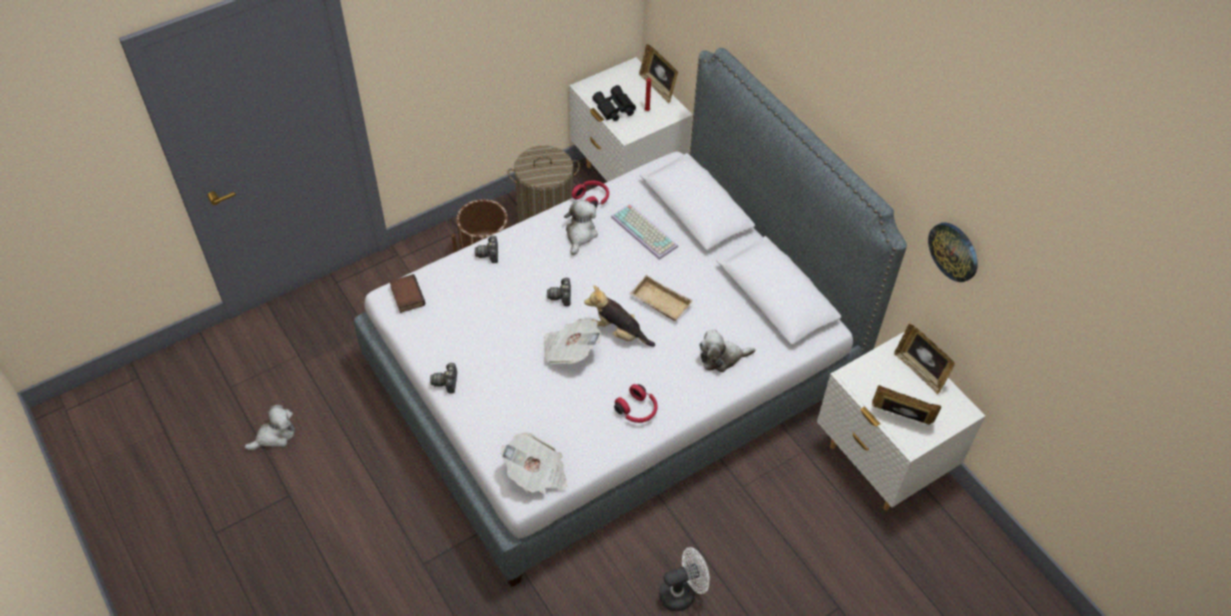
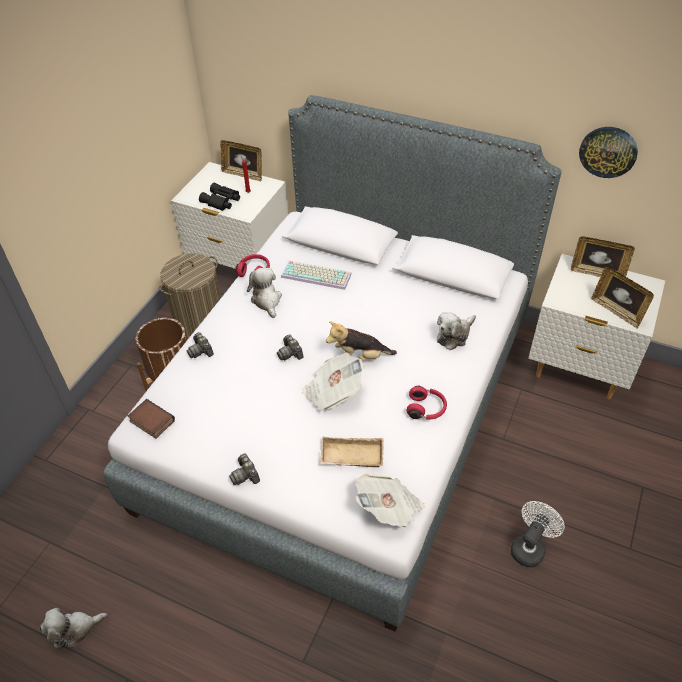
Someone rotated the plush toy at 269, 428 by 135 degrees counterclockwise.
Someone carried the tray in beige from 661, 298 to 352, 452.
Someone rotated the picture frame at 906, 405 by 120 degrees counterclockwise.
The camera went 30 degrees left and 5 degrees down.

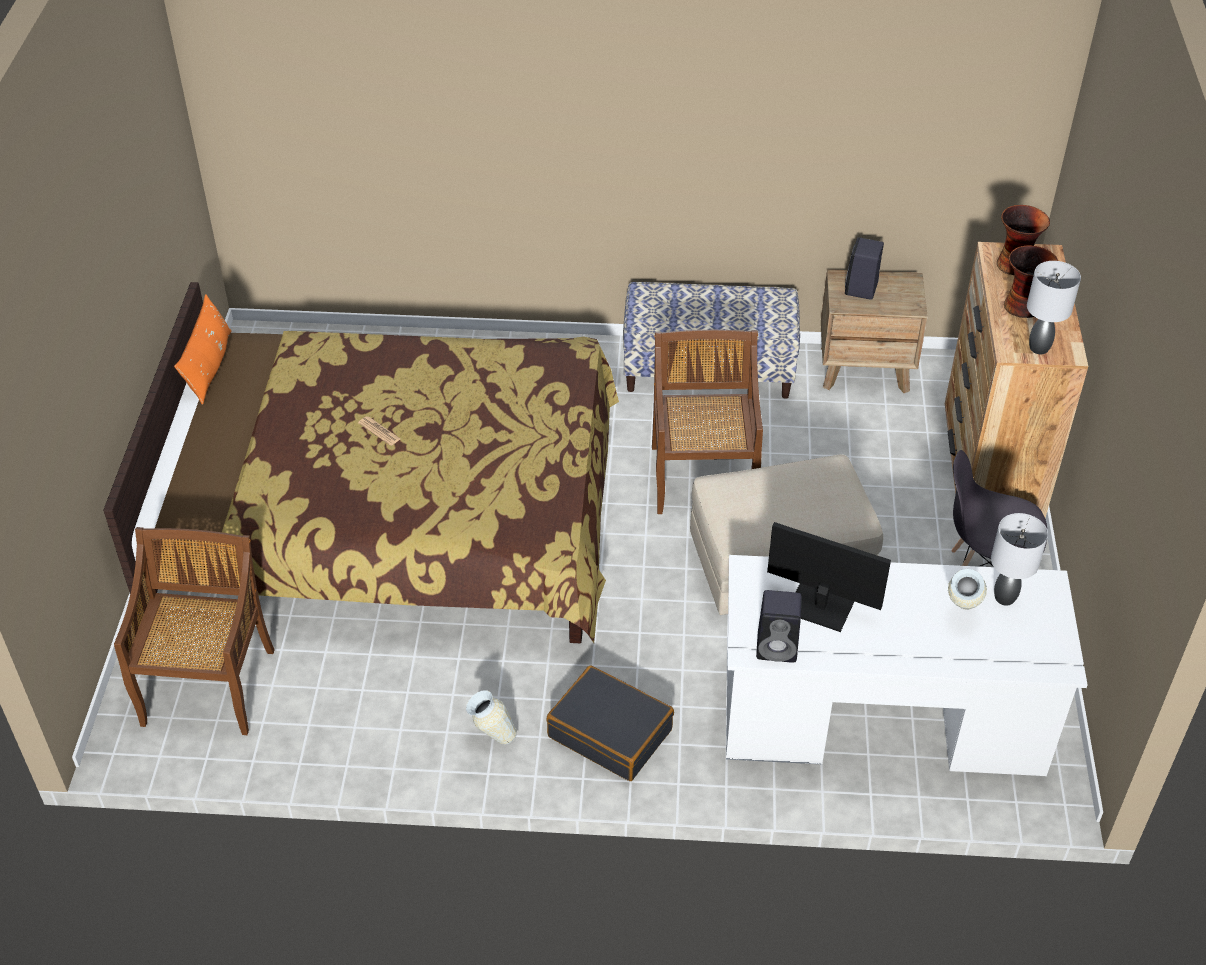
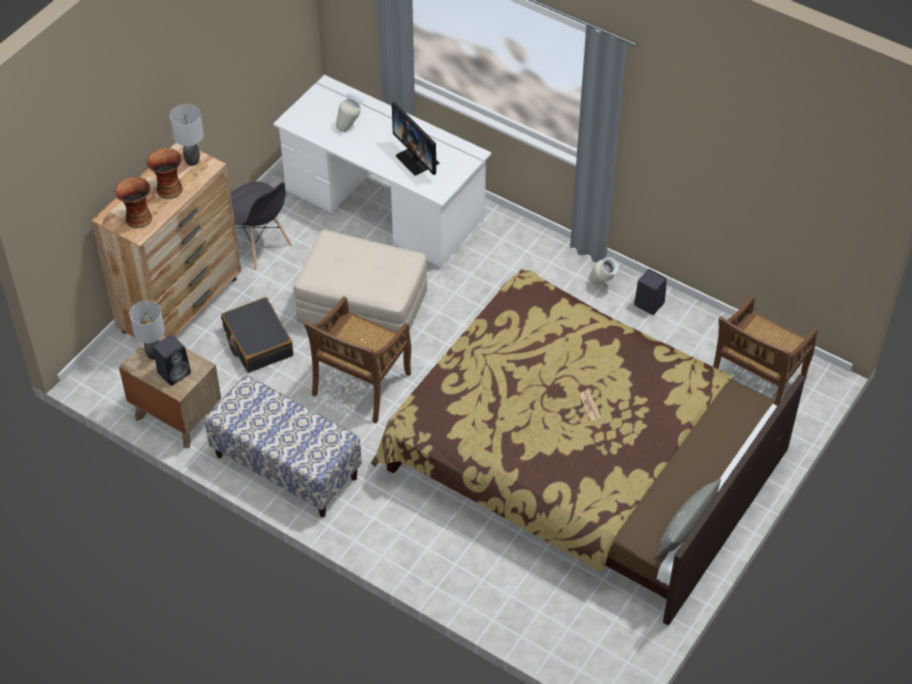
Someone repainted the pillow in orange at 202, 349, which became the pillow in grey at 688, 518.
Someone carried the suitcase in black from 610, 723 to 257, 335.
Someone carried the speaker in black from 778, 626 to 650, 292.
Someone carried the table lamp in grey from 1019, 559 to 147, 330.
The camera went 150 degrees left and 5 degrees up.

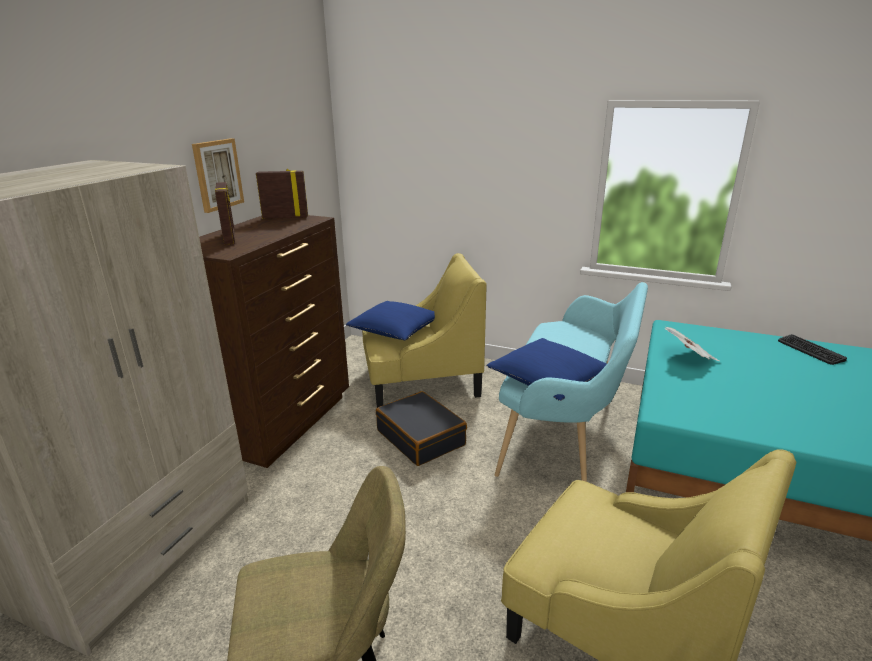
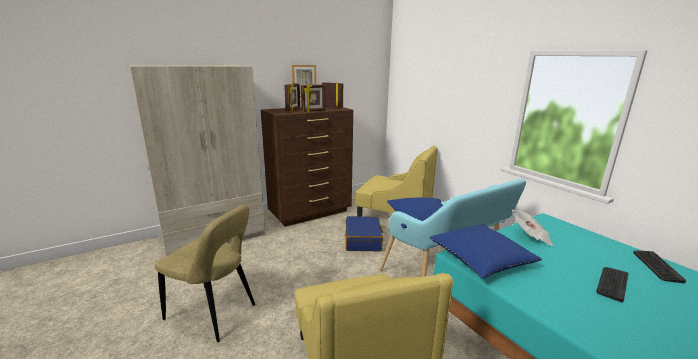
Someone carried the pillow in blue from 390, 320 to 485, 251.
Someone repainted the suitcase in black at 421, 428, which became the suitcase in blue at 364, 234.
Someone put down the picture frame at 313, 98.
Someone put down the keyboard at 612, 284.
The camera went 35 degrees right and 5 degrees down.

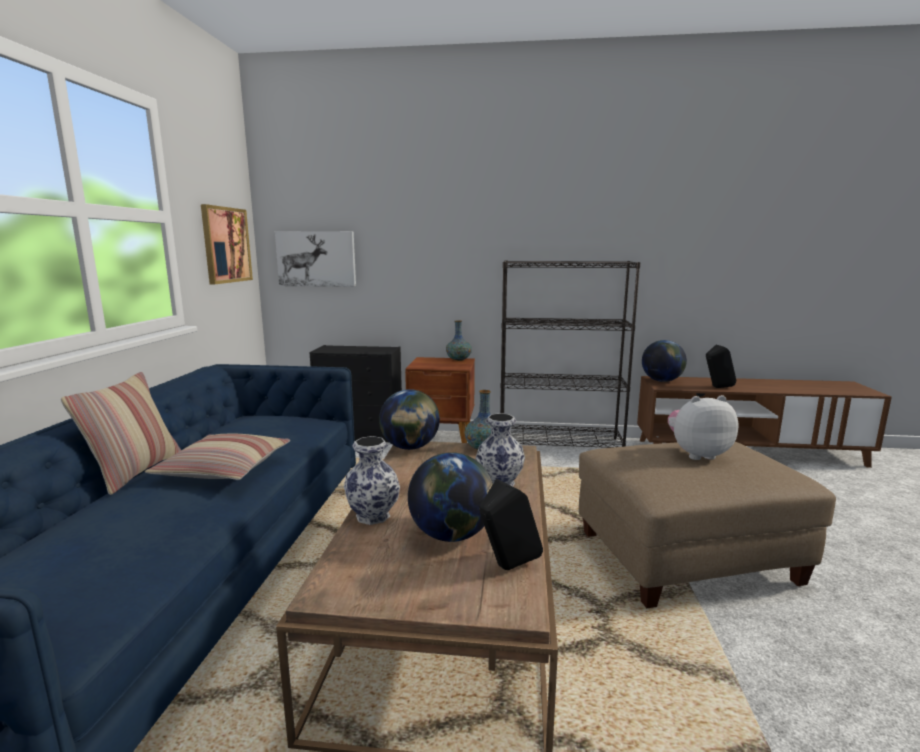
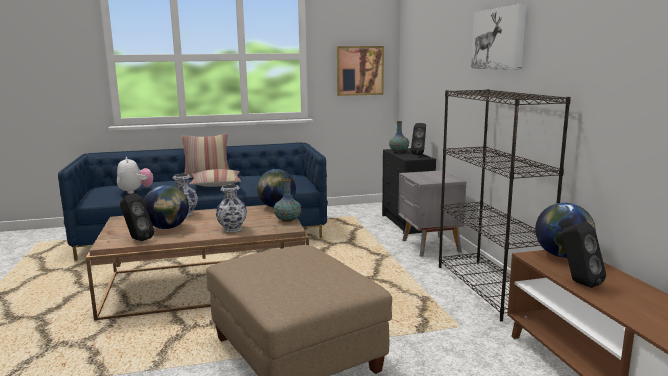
Someone carried the picture from 315, 259 to 498, 36.
Someone repainted the nightstand in brown at 440, 400, which became the nightstand in grey at 432, 213.
Someone carried the vase from 459, 340 to 399, 136.
Someone carried the plush toy from 703, 427 to 135, 175.
Someone put down the speaker in black at 418, 139.
The camera went 70 degrees right and 0 degrees up.

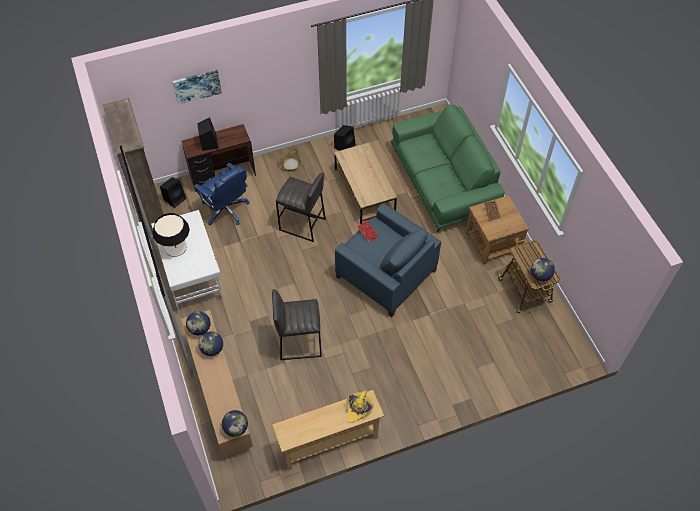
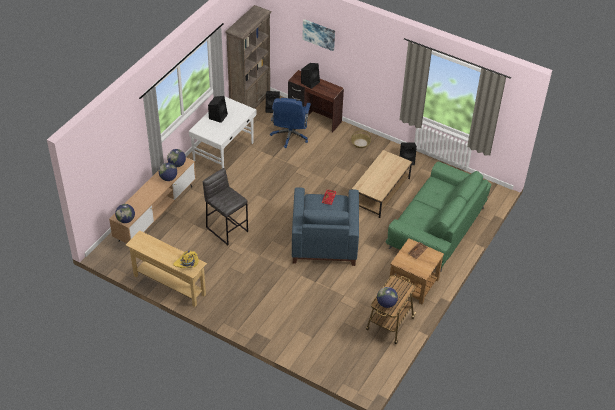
Someone swapped the table lamp at 171, 235 for the speaker in black at 218, 109.
Someone took away the stool in grey at 301, 207.
The camera went 50 degrees right and 10 degrees down.

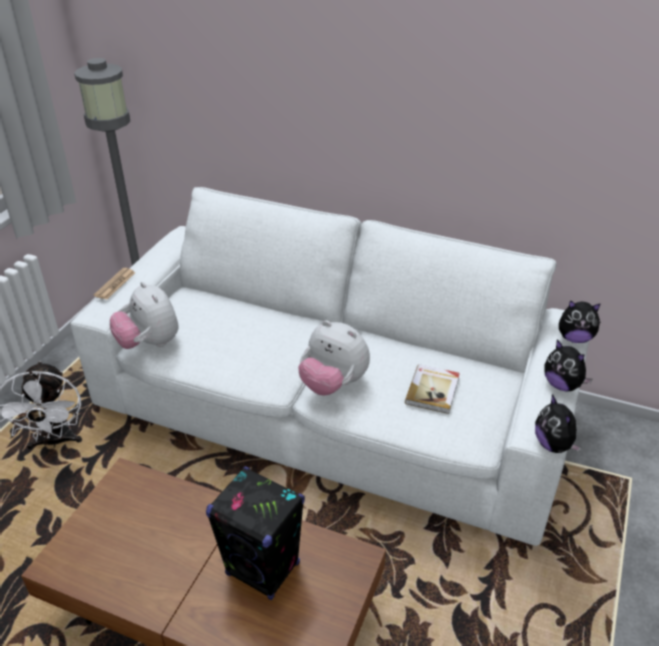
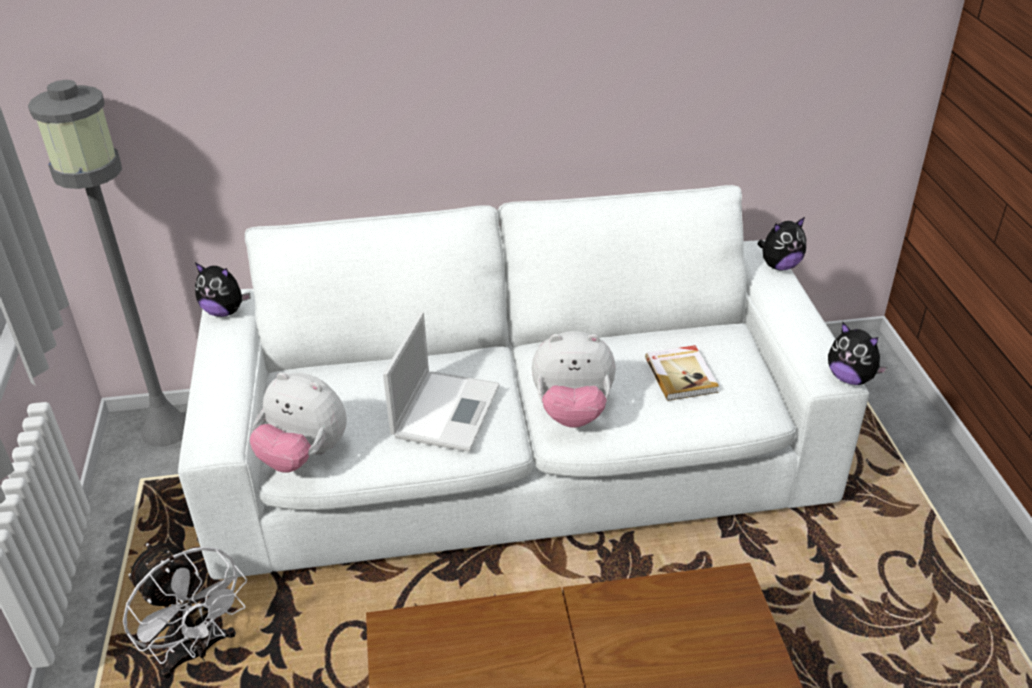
Someone took away the newspaper at 115, 283.
Someone took away the speaker in black at 255, 533.
Someone carried the plush toy from 568, 365 to 222, 290.
Someone put down the laptop at 441, 382.
The camera went 30 degrees left and 0 degrees up.

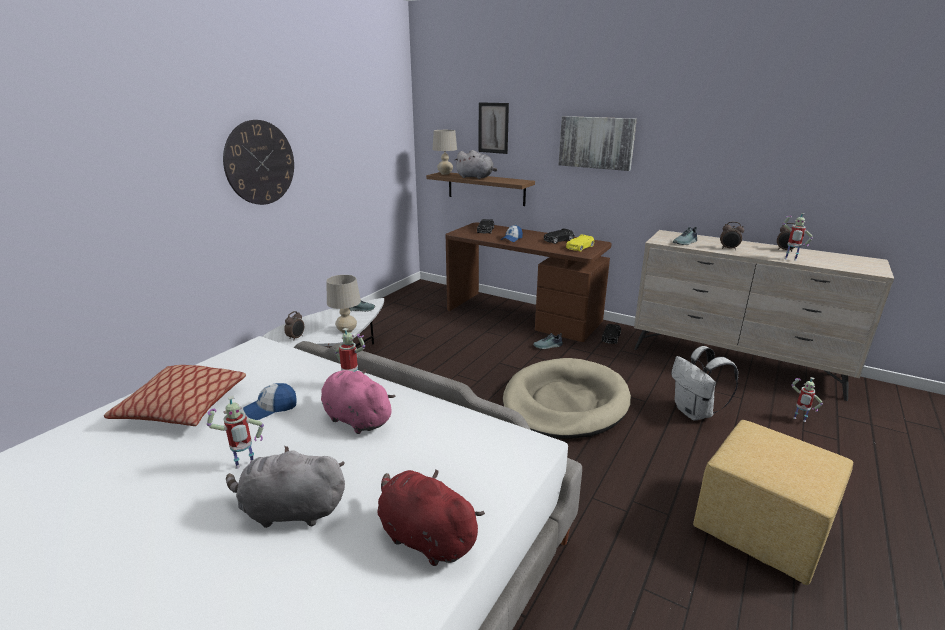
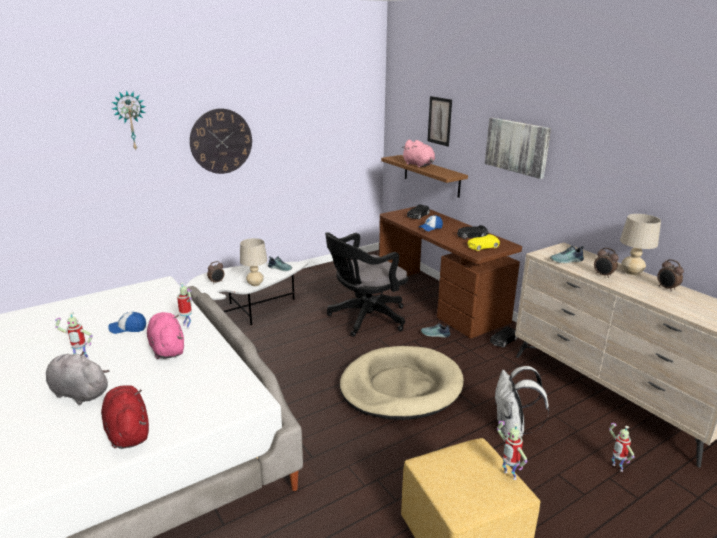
Someone took away the pillow at 175, 395.
Someone carried the table lamp in beige from 444, 152 to 640, 244.
Someone repainted the plush toy in grey at 476, 164, which became the plush toy in pink at 418, 153.
Someone carried the toy robot from 798, 237 to 512, 450.
Someone put up the wall clock at 129, 120.
Someone put down the office chair in black at 366, 284.
The camera went 25 degrees right and 0 degrees up.

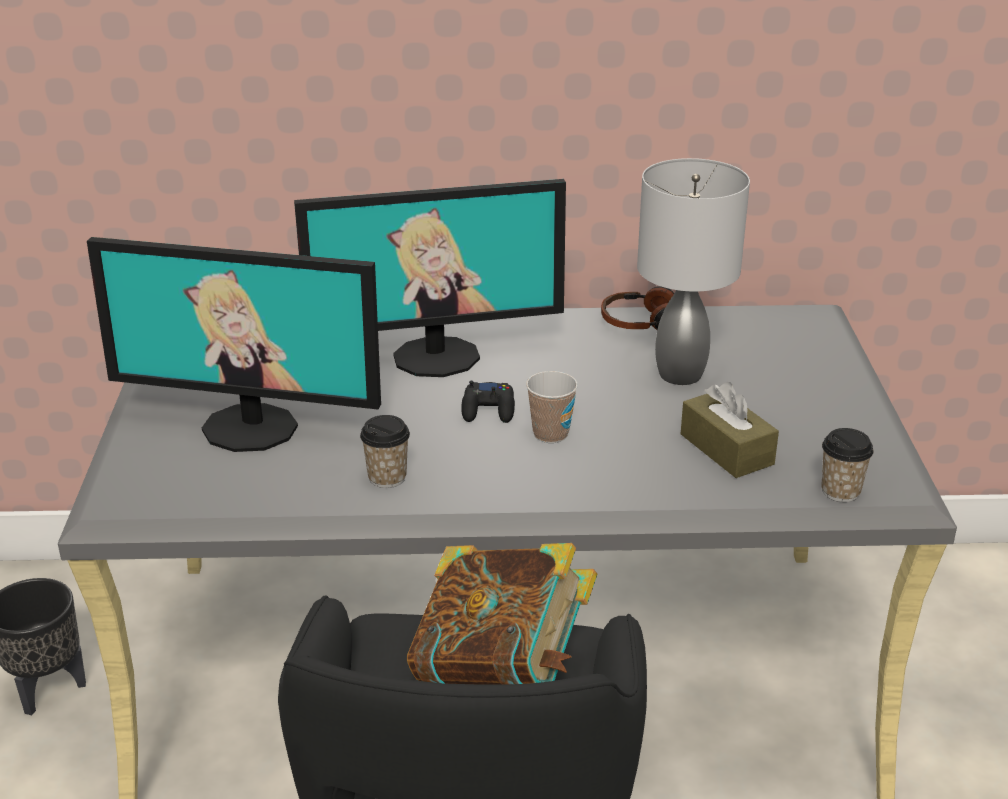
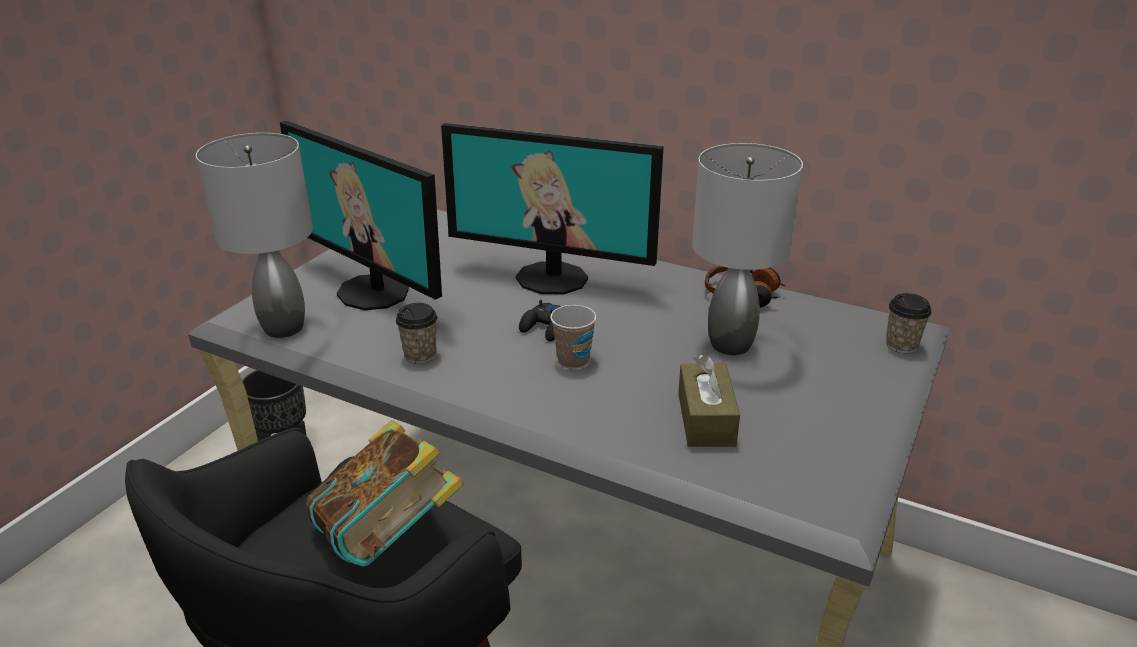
Someone carried the cup from 847, 465 to 909, 323.
Someone put down the table lamp in grey at 254, 235.
The camera went 30 degrees right and 0 degrees up.

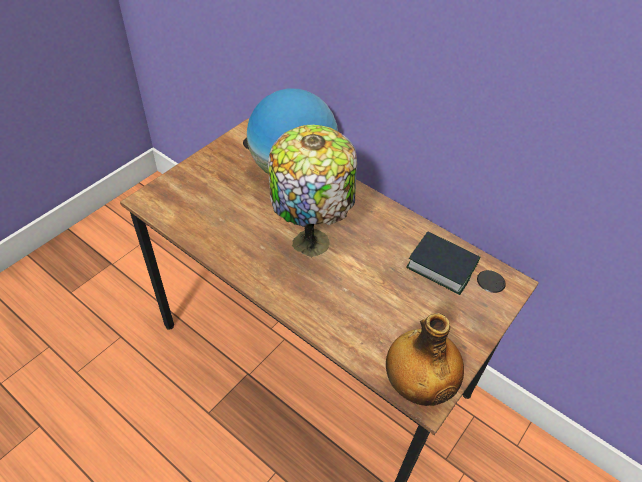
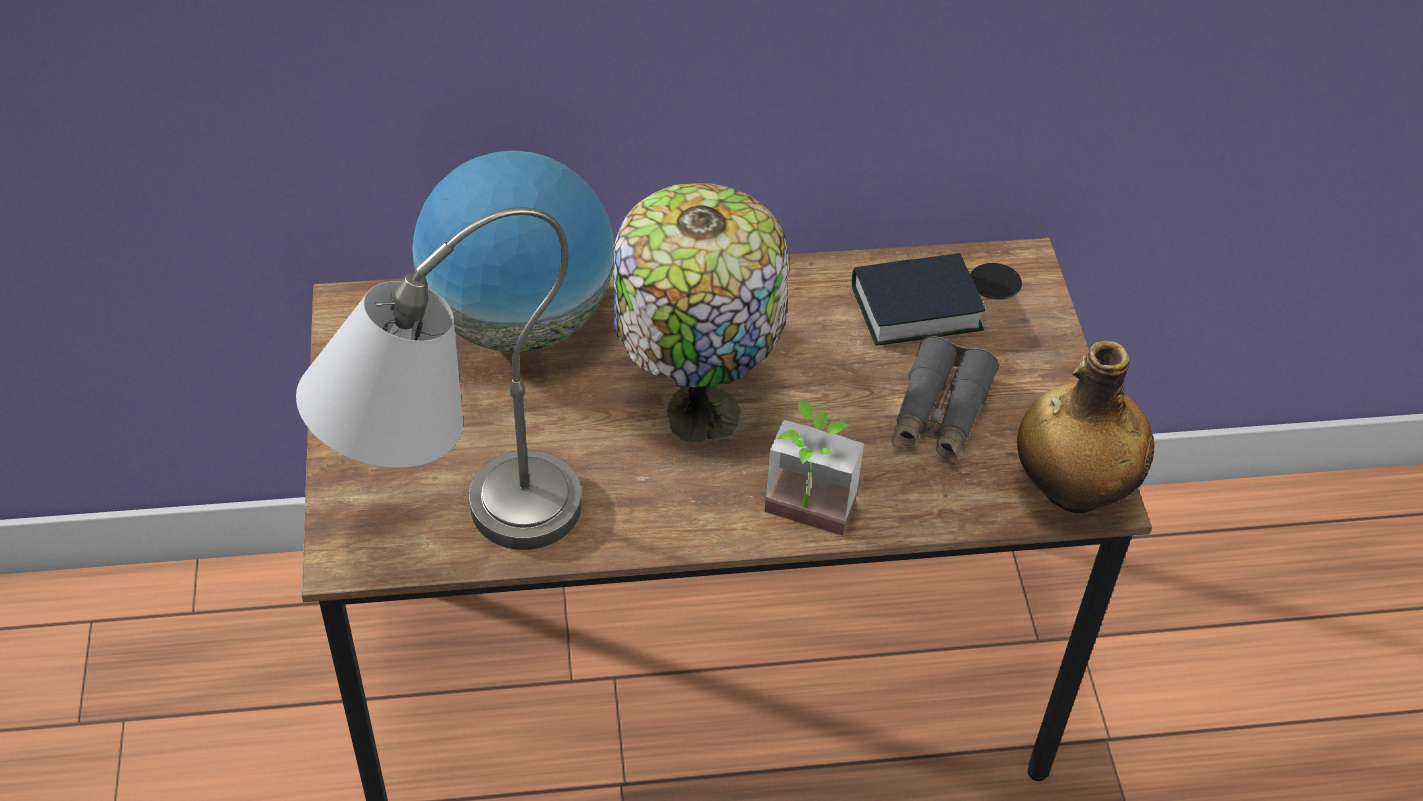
Someone put down the table lamp in grey at 439, 378.
Someone put down the potted plant at 814, 467.
Someone put down the binoculars in grey at 945, 399.
The camera went 45 degrees left and 0 degrees up.

